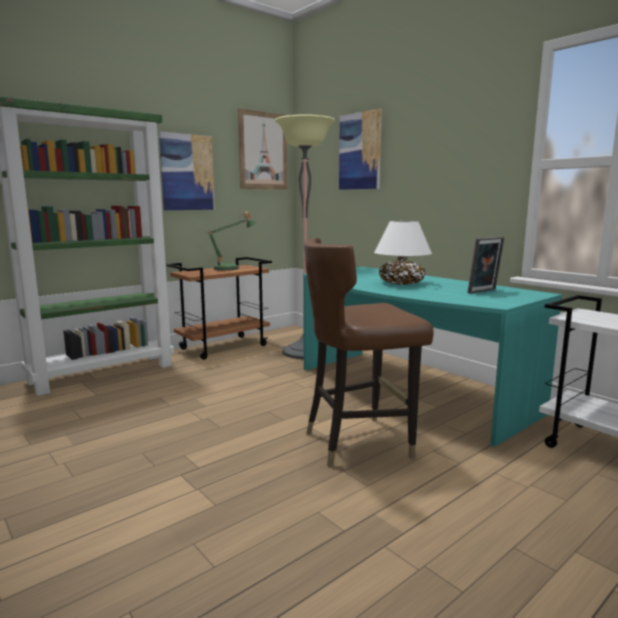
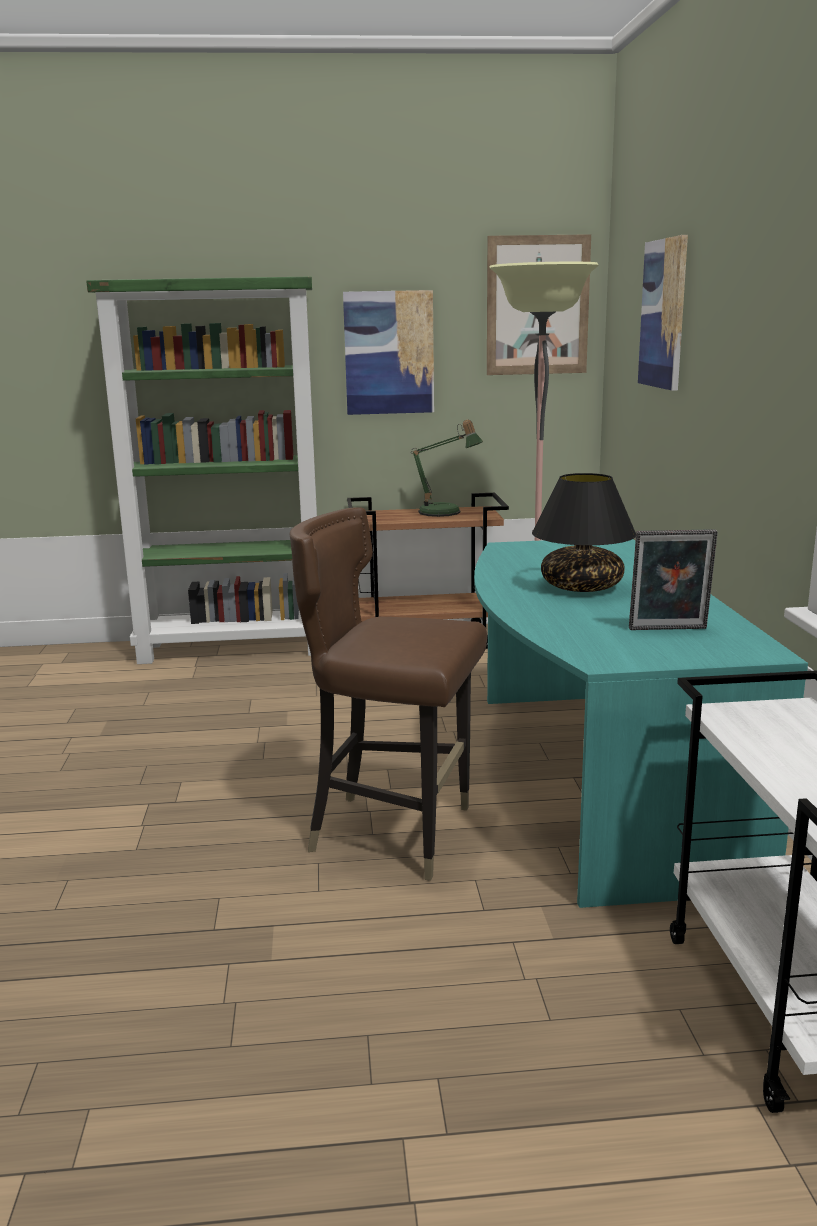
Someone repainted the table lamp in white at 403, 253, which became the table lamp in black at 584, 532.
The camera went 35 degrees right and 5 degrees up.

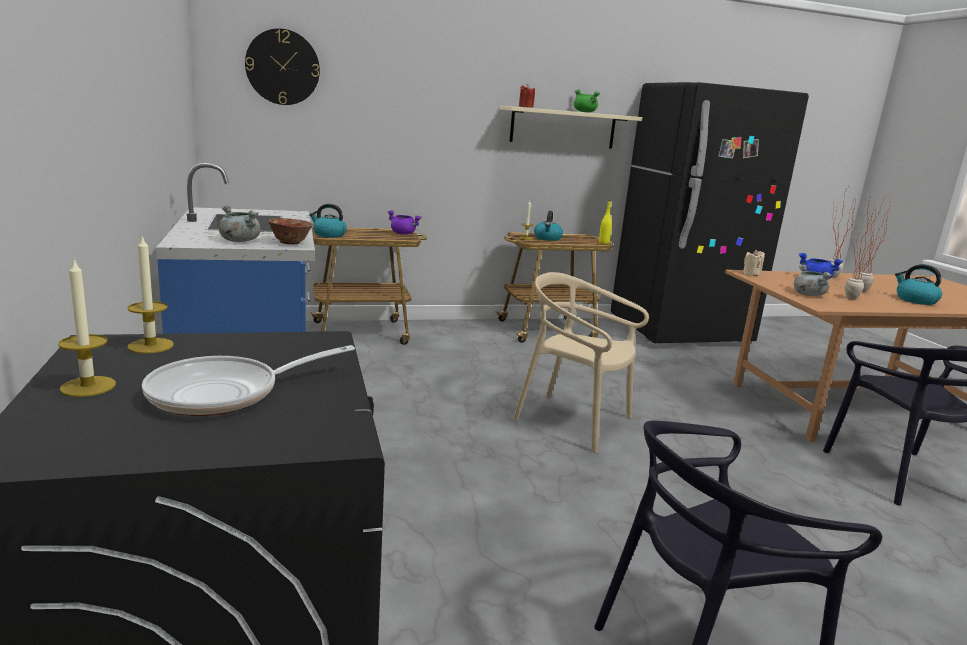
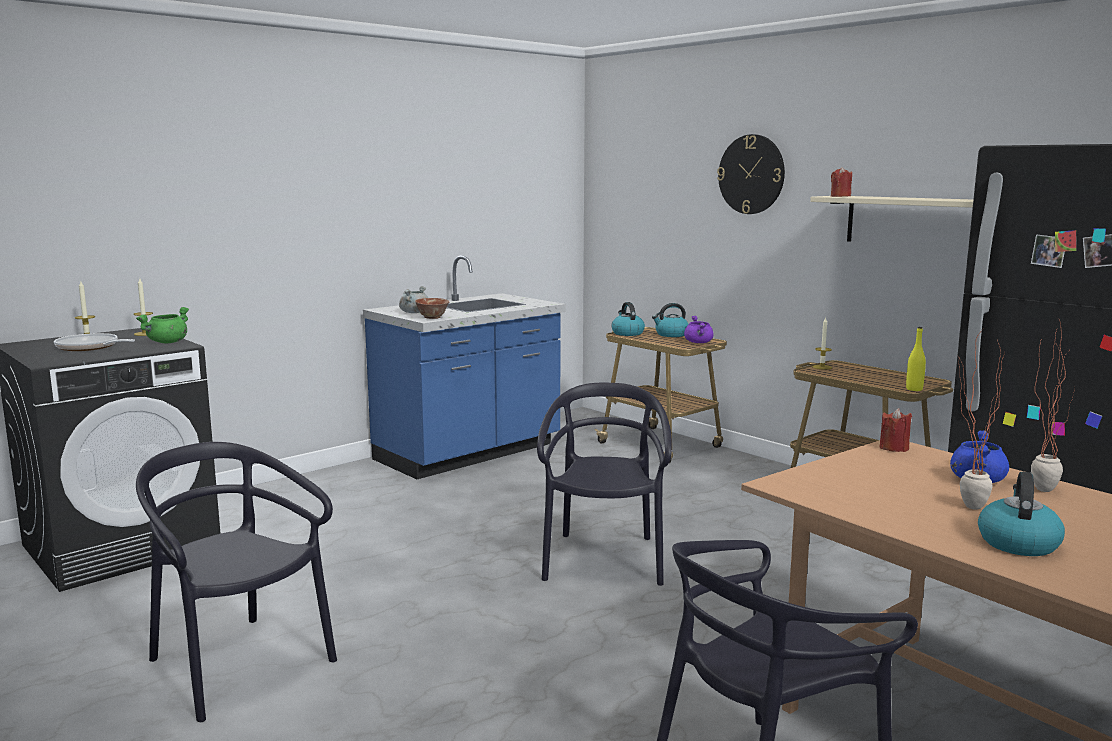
Someone carried the wall clock from 282, 66 to 751, 174.
Someone repainted the chair in beige at 581, 362, which became the chair in black at 604, 484.
Someone carried the kettle from 548, 226 to 670, 320.
Someone carried the cooking pot in green from 587, 101 to 162, 325.
Someone repainted the candle in beige at 754, 263, which became the candle in red at 896, 430.
Someone took away the cooking pot in grey at 813, 280.
Someone took away the potted plant at 861, 248.
The camera went 65 degrees right and 5 degrees down.

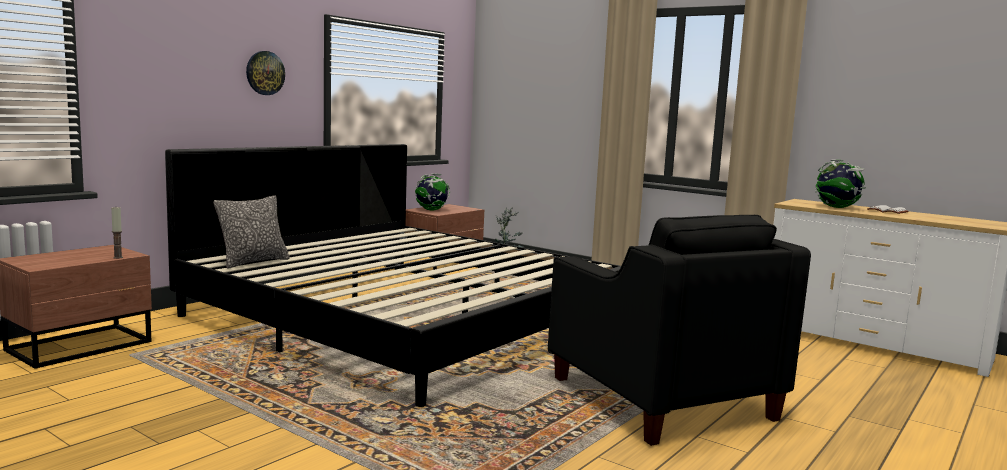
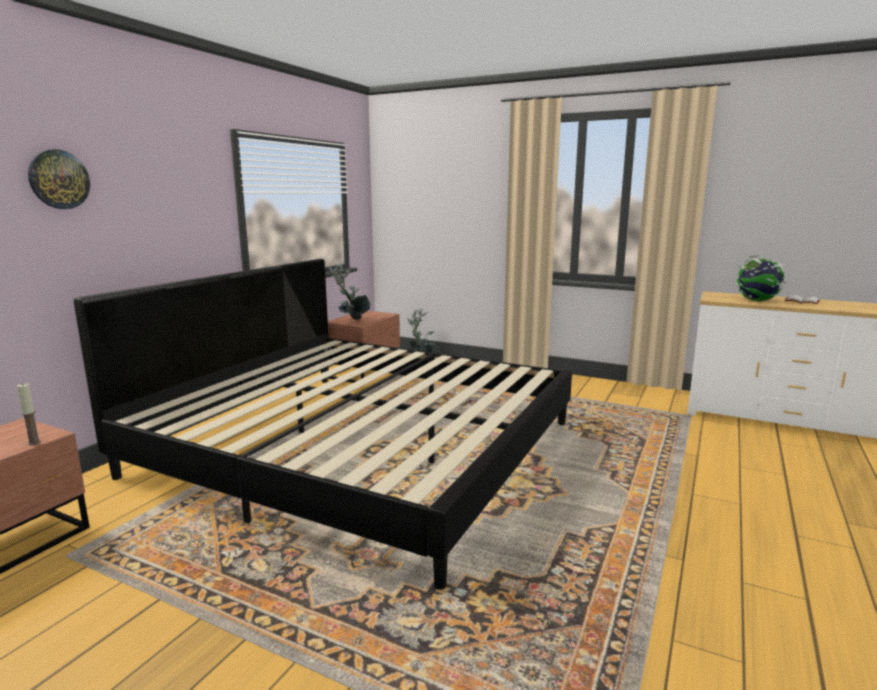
Someone took away the pillow at 251, 232.
Someone carried the wall clock from 265, 73 to 59, 179.
Someone swapped the globe at 432, 192 for the potted plant at 350, 291.
Someone took away the armchair in black at 679, 330.
The camera went 10 degrees left and 5 degrees up.

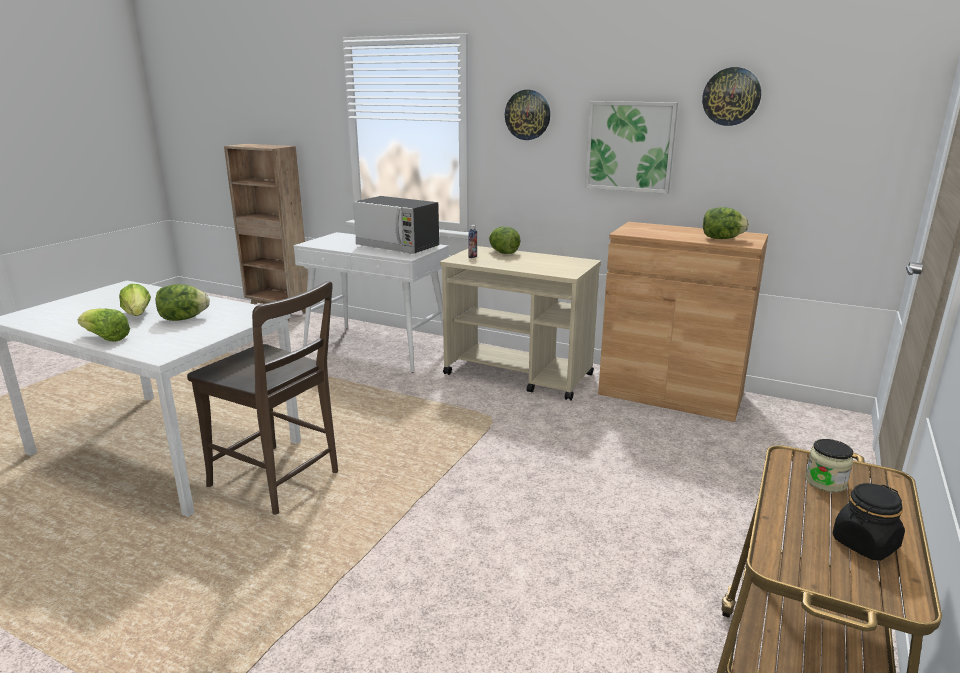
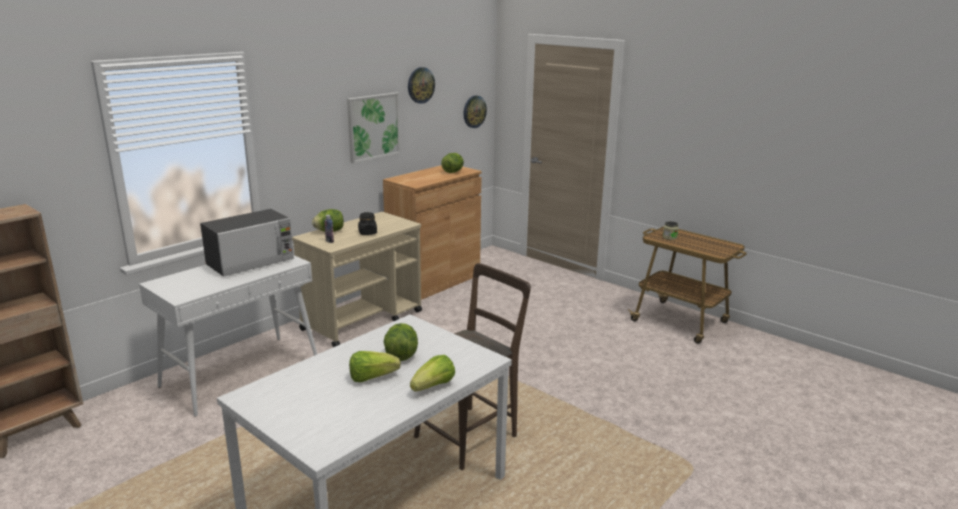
Someone carried the wall clock from 527, 115 to 475, 111.
Someone carried the jar in black from 869, 522 to 367, 223.
The camera went 75 degrees left and 0 degrees up.

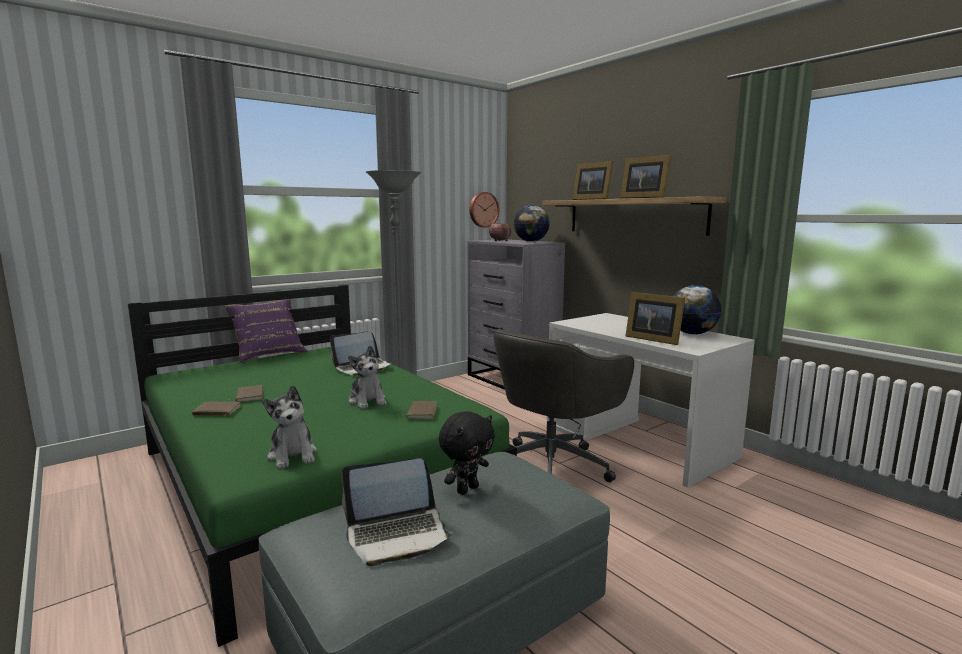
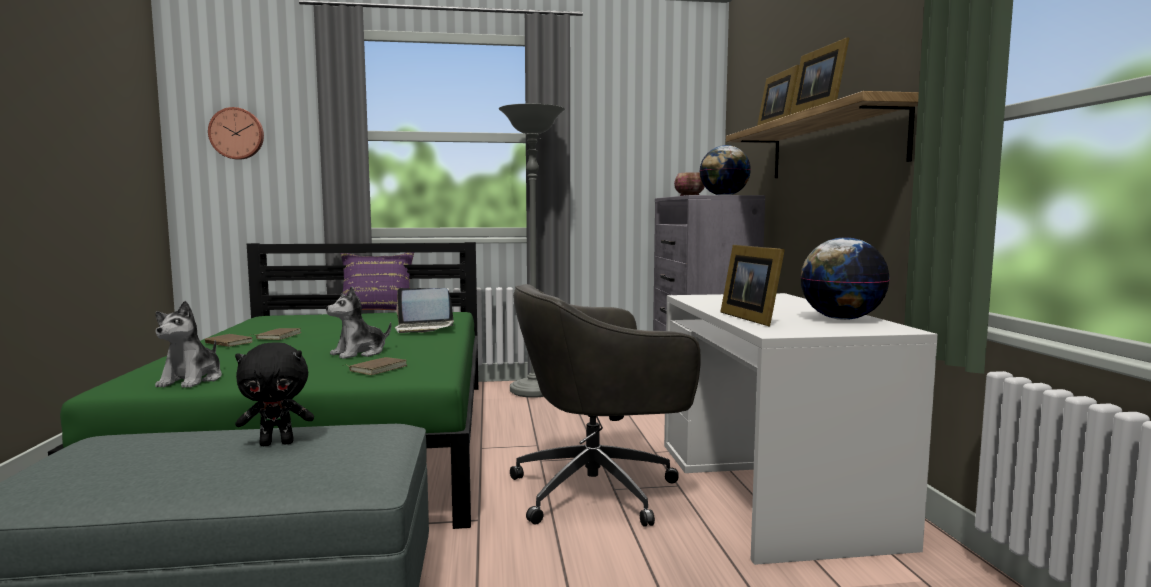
Someone took away the laptop at 397, 512.
Someone rotated the plush toy at 367, 377 by 45 degrees clockwise.
Someone carried the wall clock from 484, 210 to 236, 133.
The camera went 30 degrees right and 5 degrees down.

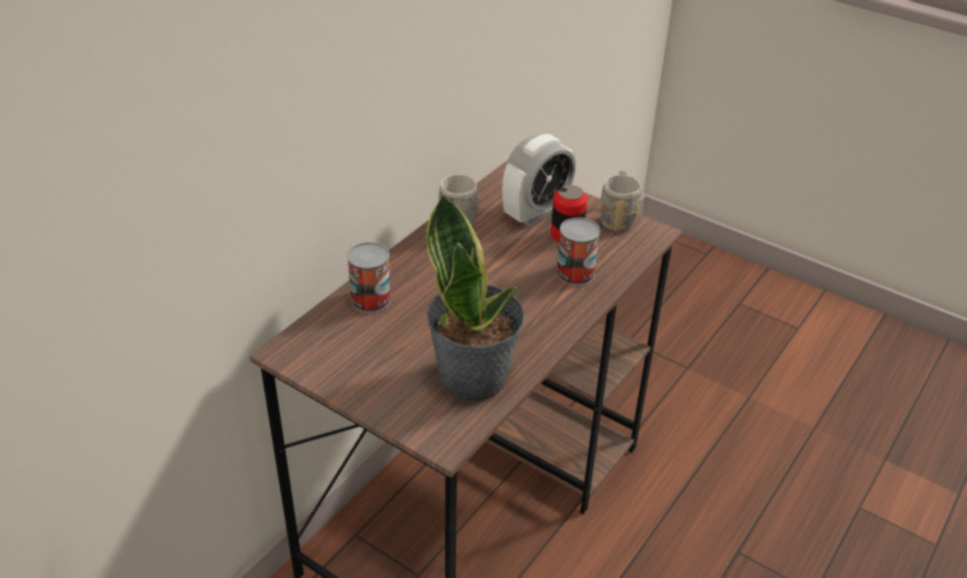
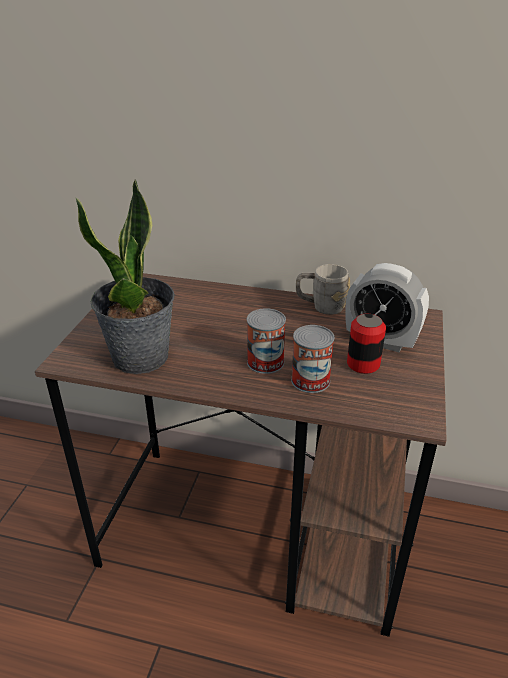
Someone carried the can from 369, 277 to 266, 341.
Someone took away the mug in grey at 620, 201.
The camera went 70 degrees right and 5 degrees down.

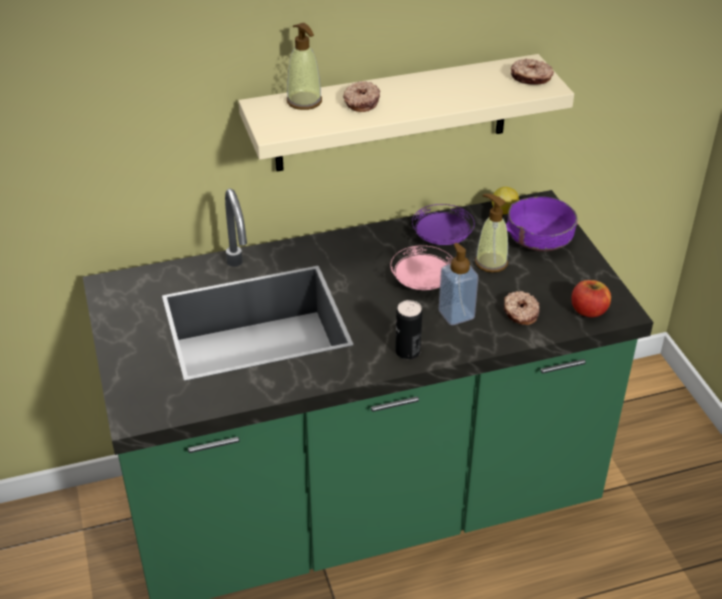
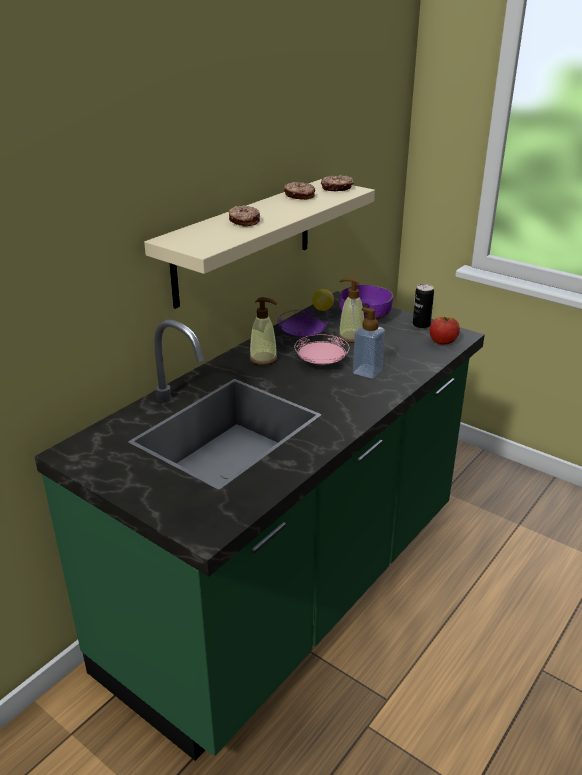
Someone carried the soap dispenser from 304, 66 to 263, 331.
Someone carried the can from 408, 329 to 423, 306.
Someone carried the donut from 522, 308 to 299, 191.
The camera went 35 degrees left and 10 degrees down.

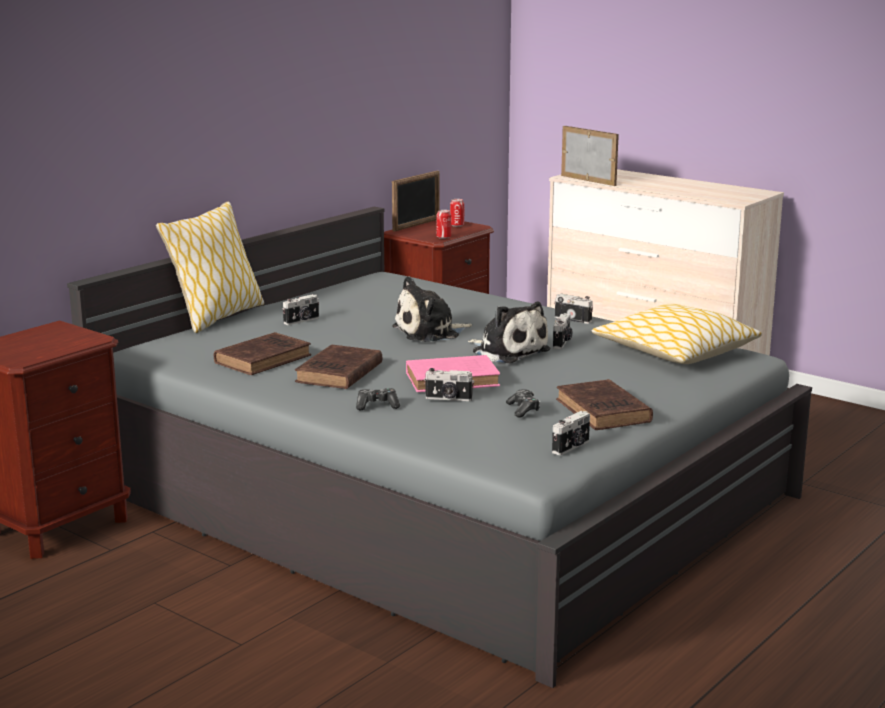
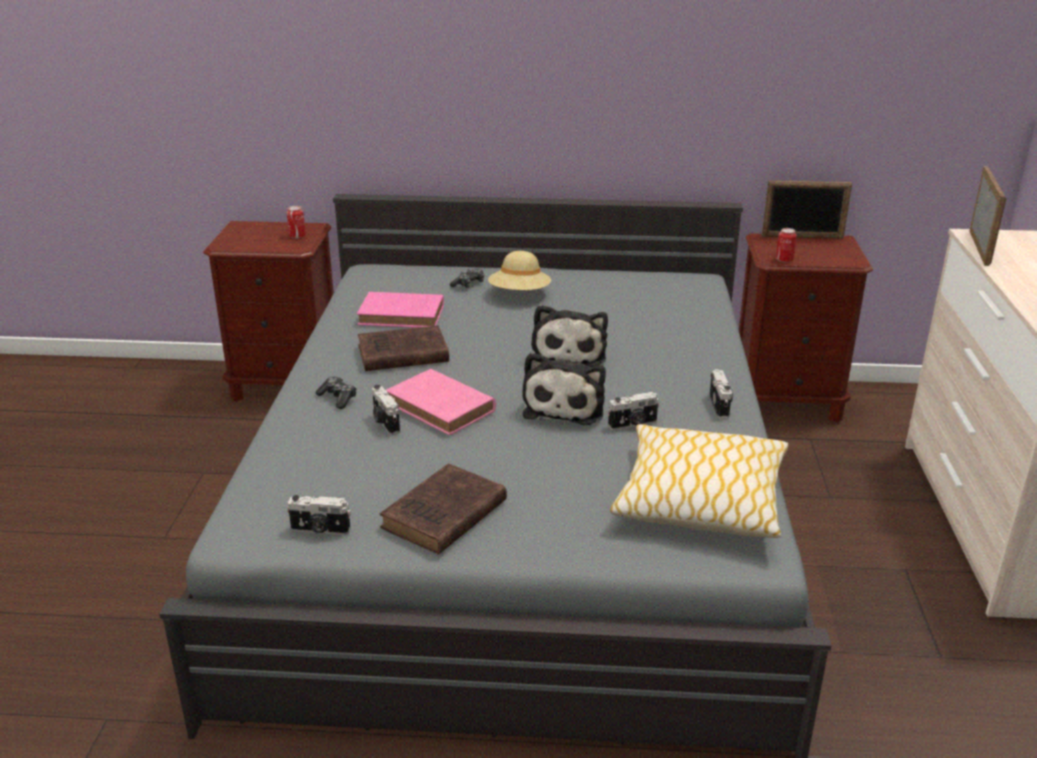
Someone took away the pillow at 210, 267.
Someone repainted the book in brown at 262, 353, which became the book in pink at 400, 310.
Someone swapped the photo camera at 301, 309 for the hat in beige at 519, 270.
Someone rotated the plush toy at 432, 309 by 120 degrees counterclockwise.
Someone carried the can from 457, 213 to 296, 222.
Someone carried the game controller from 523, 403 to 467, 278.
The camera went 55 degrees right and 10 degrees up.

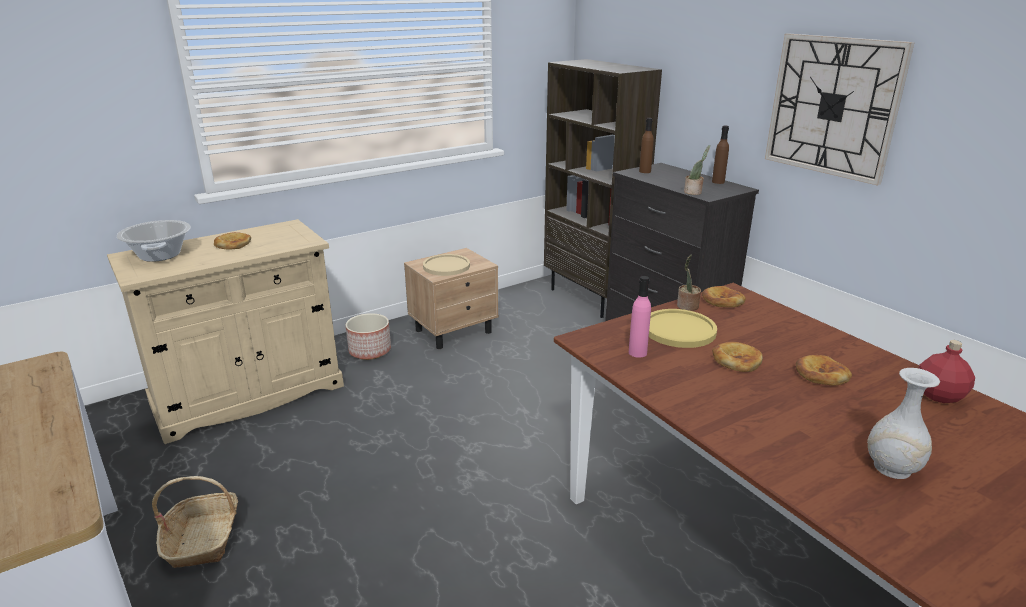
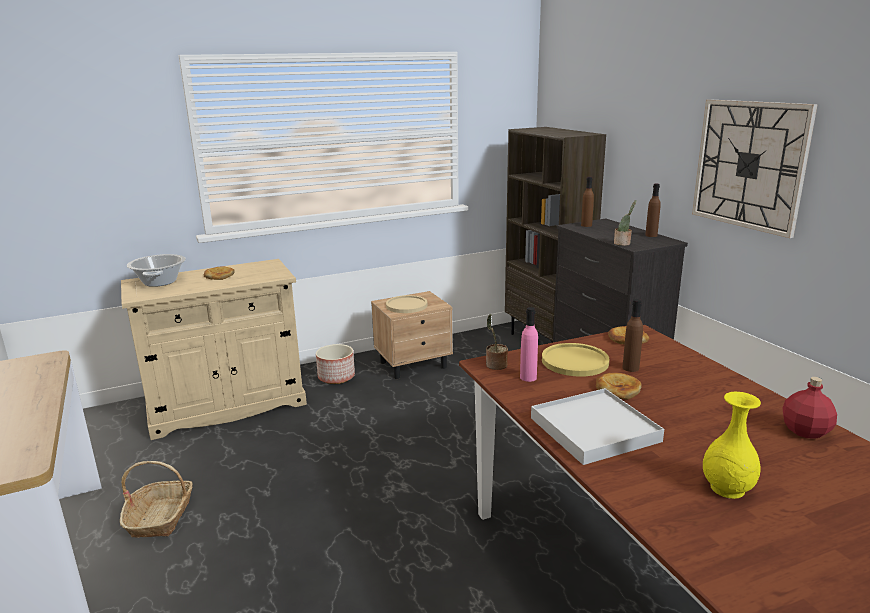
Someone carried the potted plant from 689, 283 to 497, 342.
Someone took away the bread at 824, 370.
Someone repainted the vase in white at 903, 423, which became the vase in yellow at 732, 445.
Someone put down the tray in white at 597, 426.
Someone put down the bottle in brown at 632, 335.
The camera went 10 degrees right and 5 degrees down.

